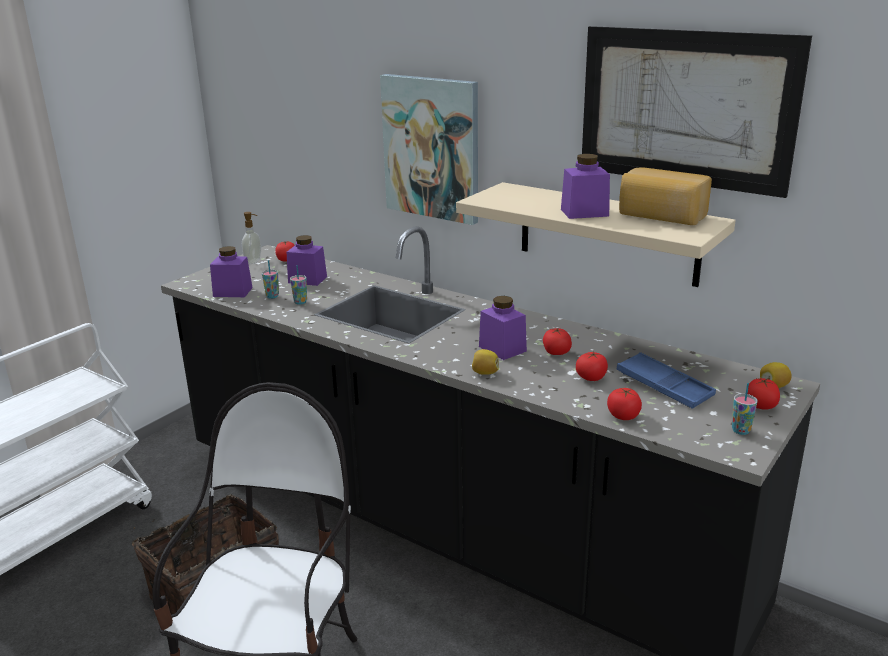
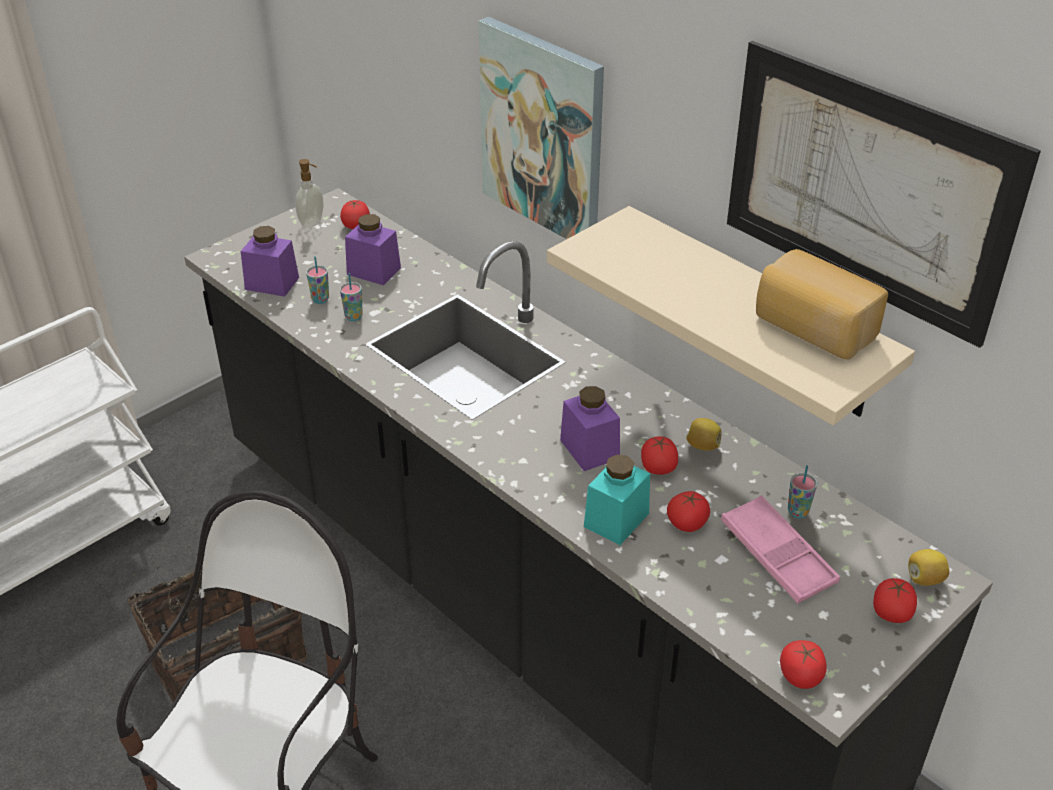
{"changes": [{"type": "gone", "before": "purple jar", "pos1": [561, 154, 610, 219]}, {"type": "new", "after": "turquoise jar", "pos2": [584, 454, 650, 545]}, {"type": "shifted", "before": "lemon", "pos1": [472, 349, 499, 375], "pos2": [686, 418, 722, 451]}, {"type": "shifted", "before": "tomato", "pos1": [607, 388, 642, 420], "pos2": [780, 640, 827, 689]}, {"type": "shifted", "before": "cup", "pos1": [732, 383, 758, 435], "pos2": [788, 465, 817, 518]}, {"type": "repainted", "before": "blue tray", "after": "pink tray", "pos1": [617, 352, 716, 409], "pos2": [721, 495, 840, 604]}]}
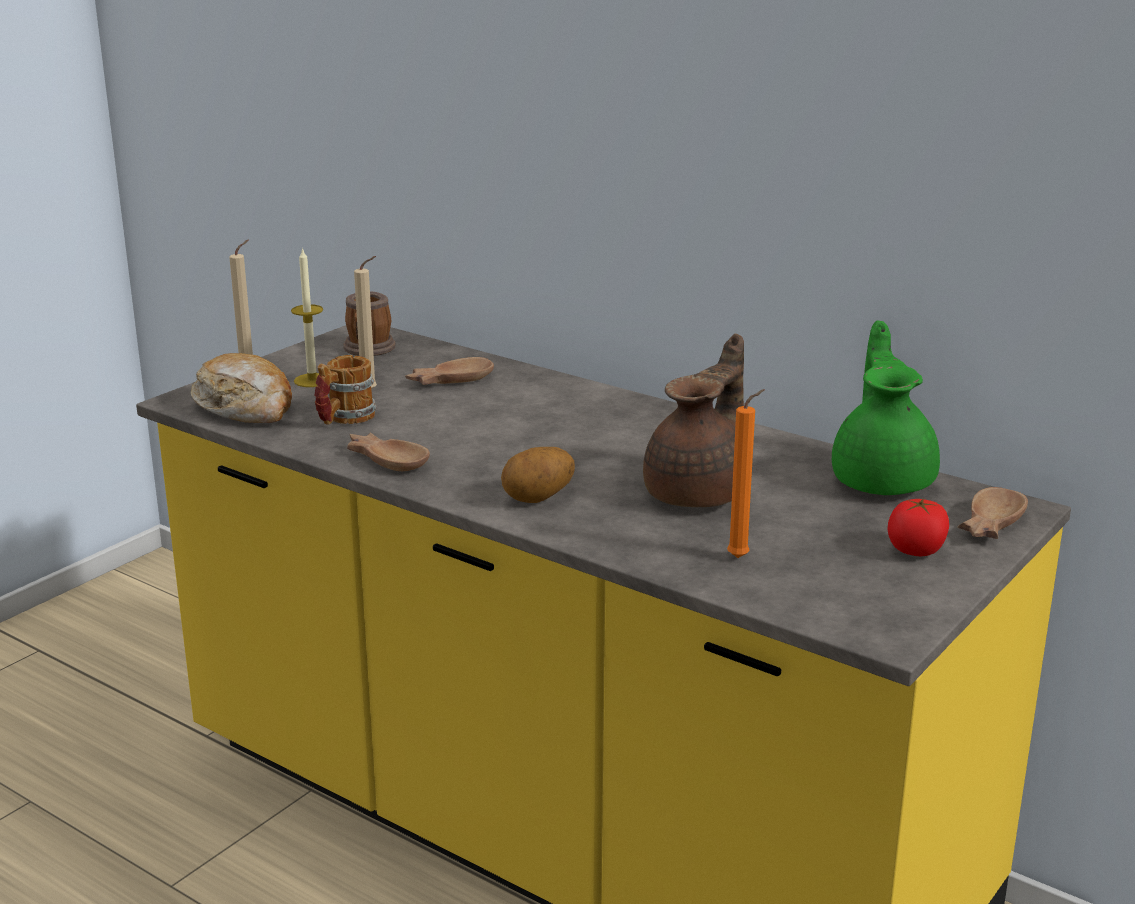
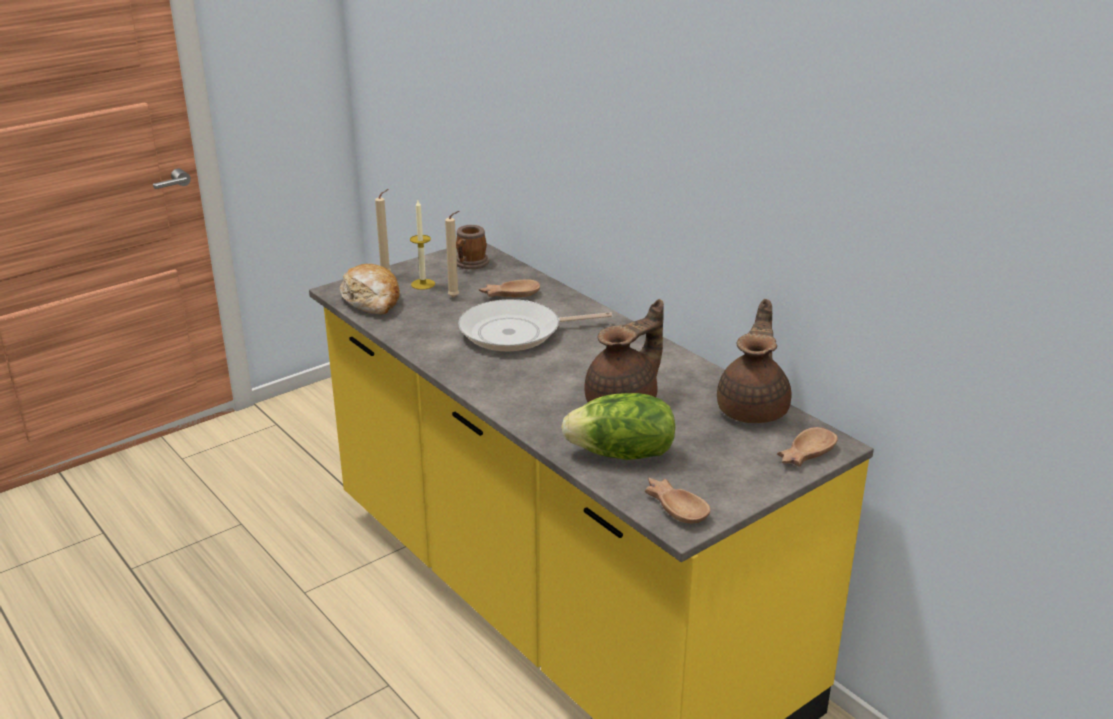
{"changes": [{"type": "gone", "before": "mug", "pos1": [314, 355, 377, 425]}, {"type": "gone", "before": "potato", "pos1": [501, 447, 575, 503]}, {"type": "gone", "before": "tomato", "pos1": [888, 498, 949, 556]}, {"type": "new", "after": "frying pan", "pos2": [458, 299, 612, 351]}, {"type": "shifted", "before": "brown bowl", "pos1": [347, 433, 430, 471], "pos2": [645, 478, 711, 523]}, {"type": "swapped", "before": "orange candle", "after": "lettuce", "pos1": [727, 389, 764, 558], "pos2": [561, 393, 675, 460]}, {"type": "repainted", "before": "green teapot", "after": "brown teapot", "pos1": [832, 320, 940, 495], "pos2": [717, 299, 791, 423]}]}
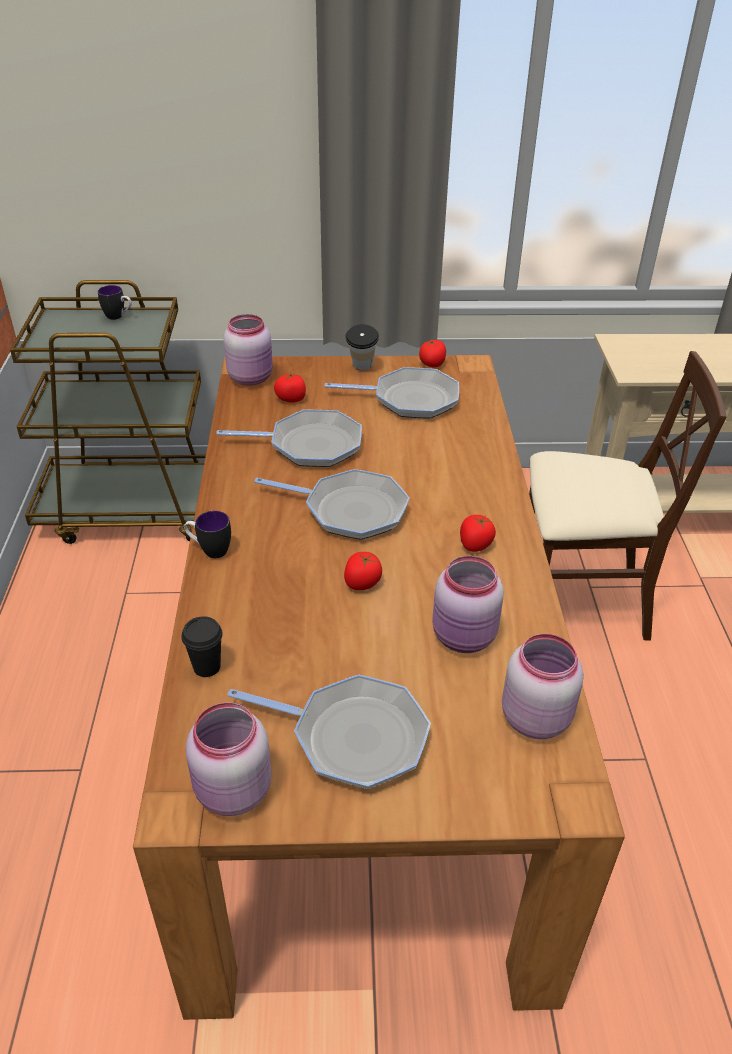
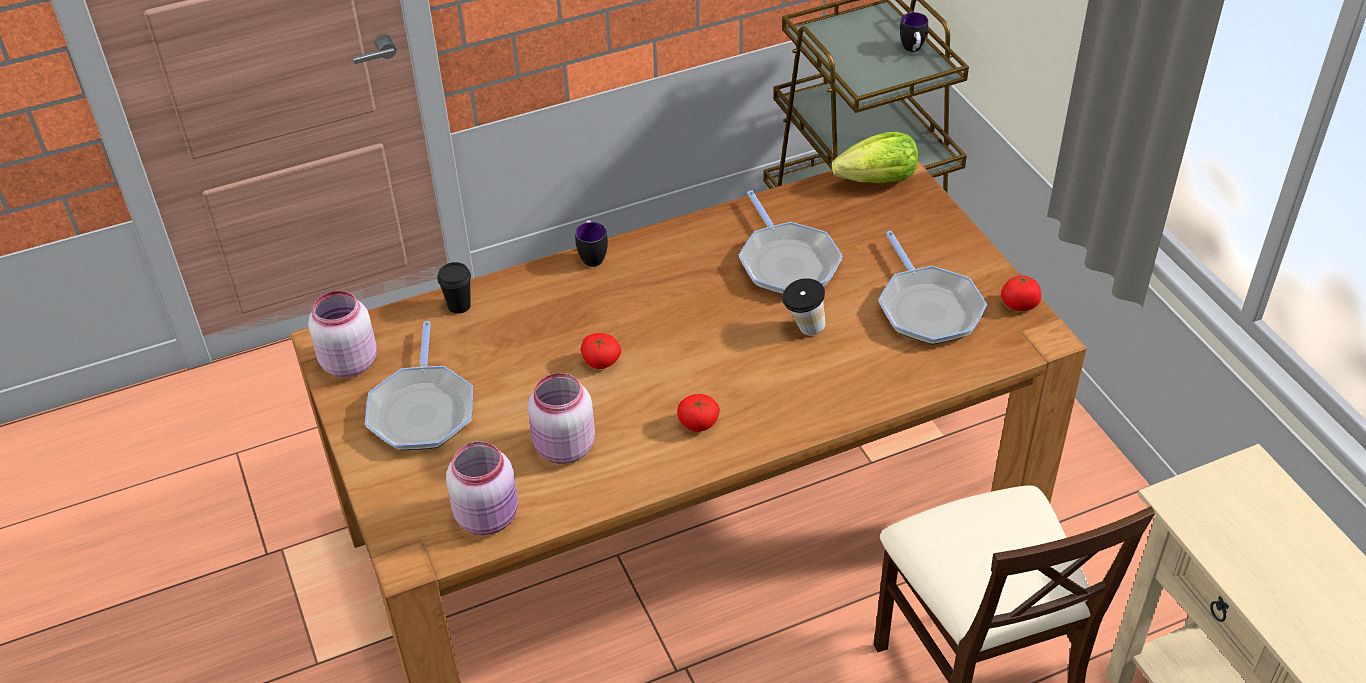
{"changes": [{"type": "gone", "before": "frying pan", "pos1": [254, 469, 409, 540]}, {"type": "gone", "before": "tomato", "pos1": [274, 372, 306, 402]}, {"type": "shifted", "before": "cup", "pos1": [345, 324, 379, 370], "pos2": [782, 278, 825, 336]}, {"type": "swapped", "before": "pink jar", "after": "lettuce", "pos1": [223, 314, 273, 386], "pos2": [832, 132, 918, 184]}]}
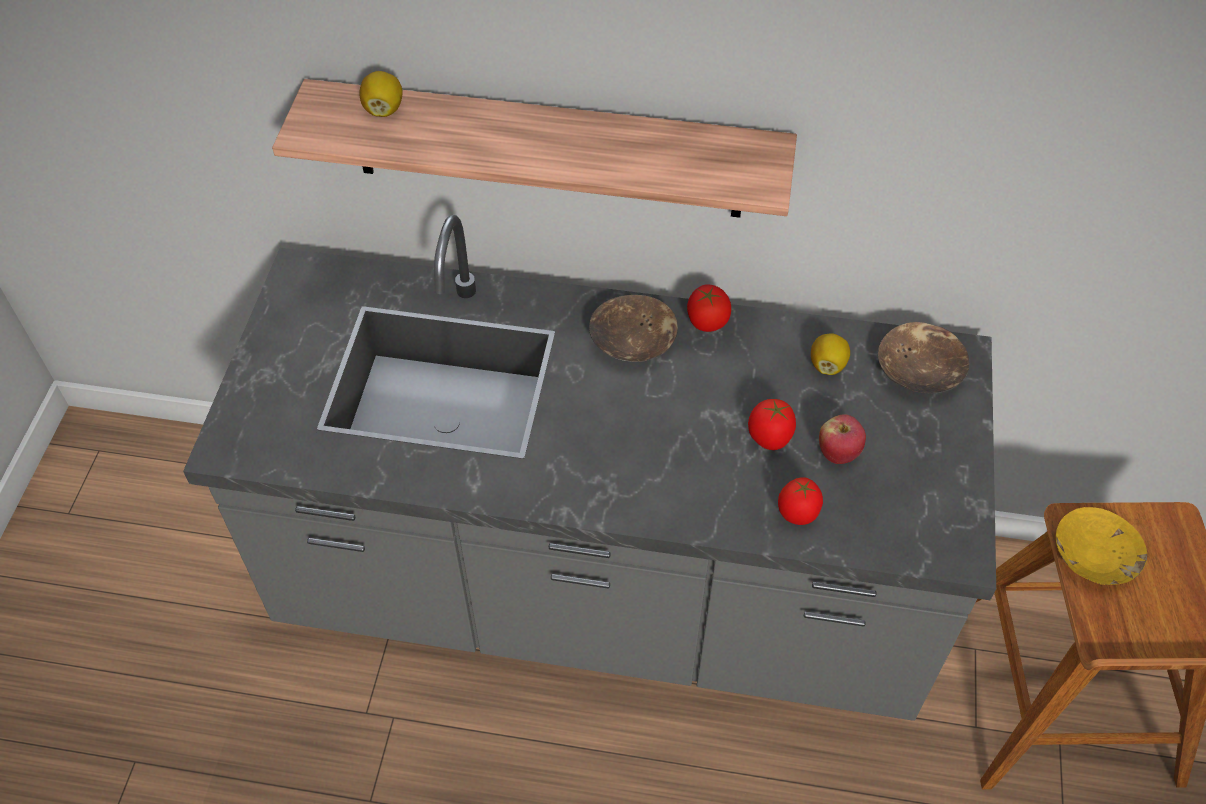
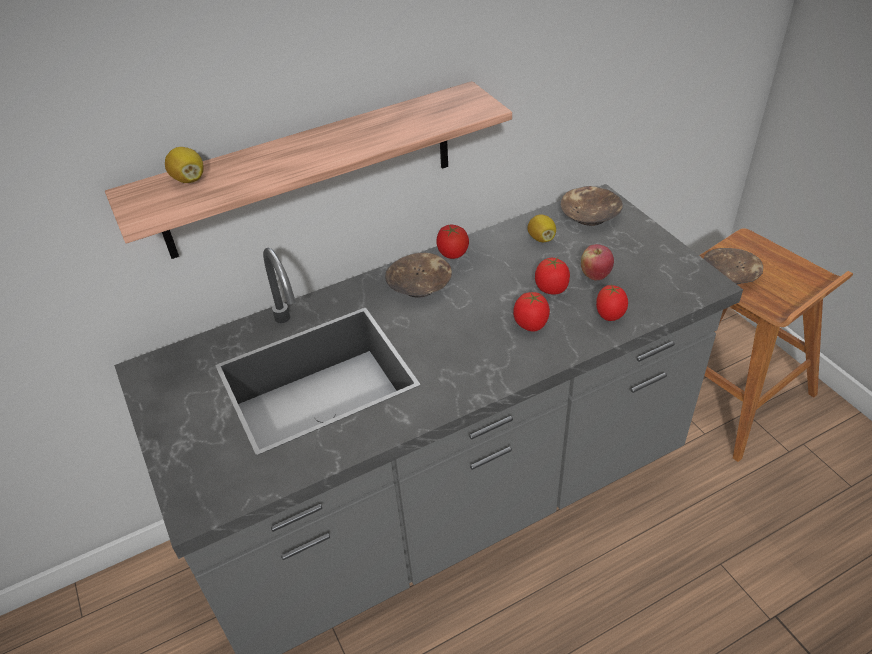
{"changes": [{"type": "new", "after": "tomato", "pos2": [513, 292, 550, 331]}, {"type": "repainted", "before": "yellow bowl", "after": "brown bowl", "pos1": [1056, 507, 1147, 585], "pos2": [704, 248, 763, 285]}]}
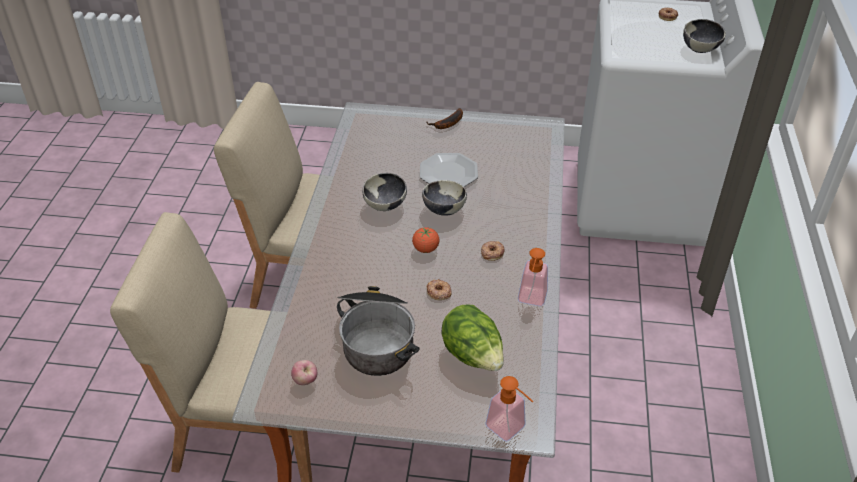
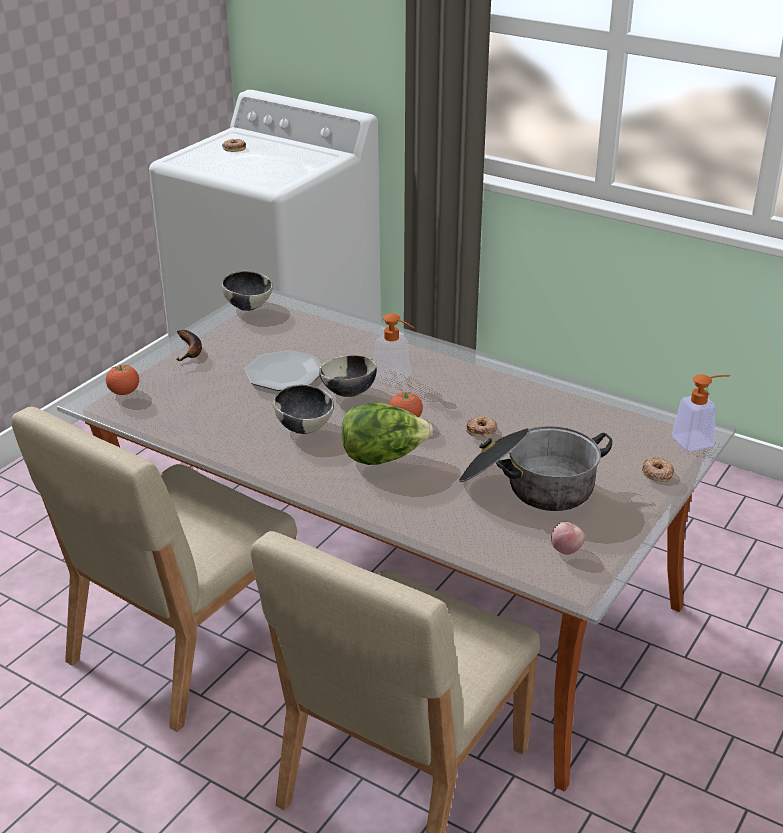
{"changes": [{"type": "new", "after": "tomato", "pos2": [106, 365, 139, 395]}, {"type": "shifted", "before": "lettuce", "pos1": [441, 305, 504, 371], "pos2": [342, 403, 433, 465]}, {"type": "shifted", "before": "donut", "pos1": [481, 241, 505, 261], "pos2": [642, 457, 674, 482]}, {"type": "shifted", "before": "soap dispenser", "pos1": [518, 248, 548, 306], "pos2": [374, 313, 415, 385]}, {"type": "shifted", "before": "bowl", "pos1": [683, 19, 726, 53], "pos2": [222, 271, 273, 311]}]}
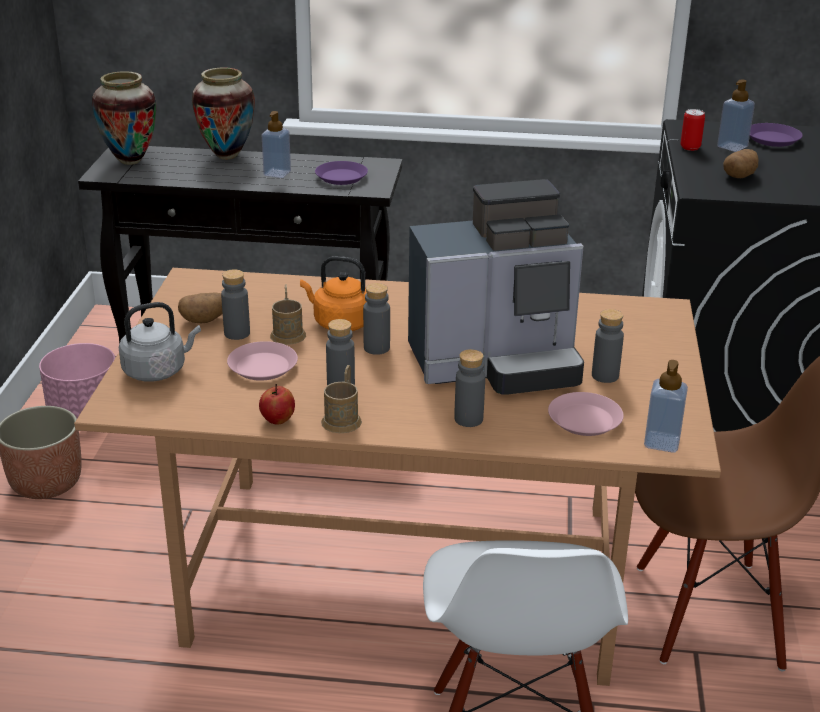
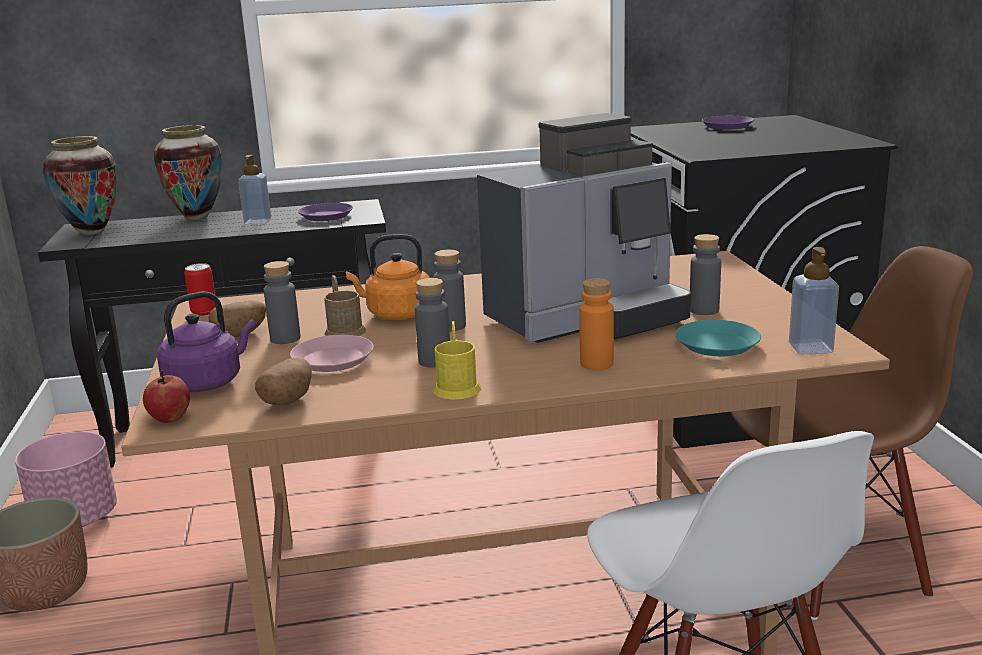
{"changes": [{"type": "gone", "before": "soap dispenser", "pos1": [717, 80, 755, 152]}, {"type": "shifted", "before": "apple", "pos1": [259, 384, 295, 425], "pos2": [143, 370, 190, 423]}, {"type": "shifted", "before": "can", "pos1": [680, 109, 705, 151], "pos2": [184, 263, 216, 316]}, {"type": "shifted", "before": "potato", "pos1": [723, 149, 758, 178], "pos2": [255, 358, 312, 405]}, {"type": "repainted", "before": "grey kettle", "after": "purple kettle", "pos1": [119, 302, 201, 382], "pos2": [157, 291, 255, 392]}, {"type": "repainted", "before": "brown mug", "after": "yellow mug", "pos1": [321, 365, 362, 433], "pos2": [433, 321, 481, 400]}, {"type": "repainted", "before": "grey bottle", "after": "orange bottle", "pos1": [454, 349, 485, 427], "pos2": [579, 278, 614, 370]}, {"type": "repainted", "before": "pink plate", "after": "turquoise plate", "pos1": [548, 392, 624, 436], "pos2": [675, 320, 761, 356]}]}
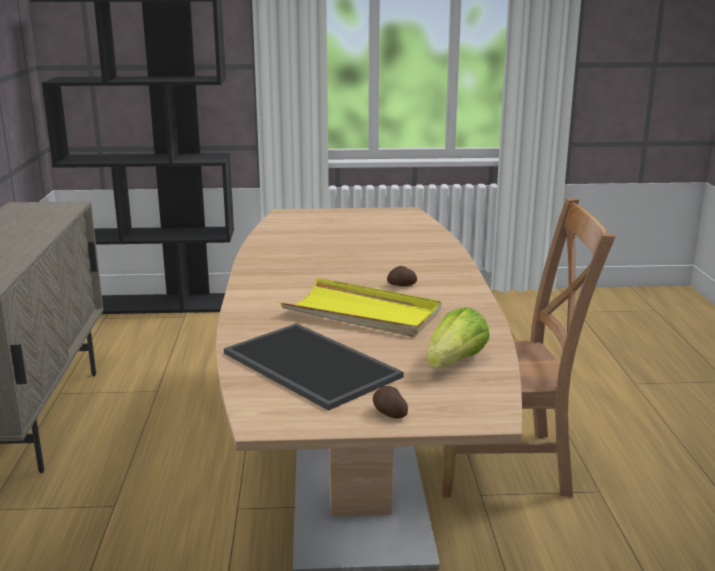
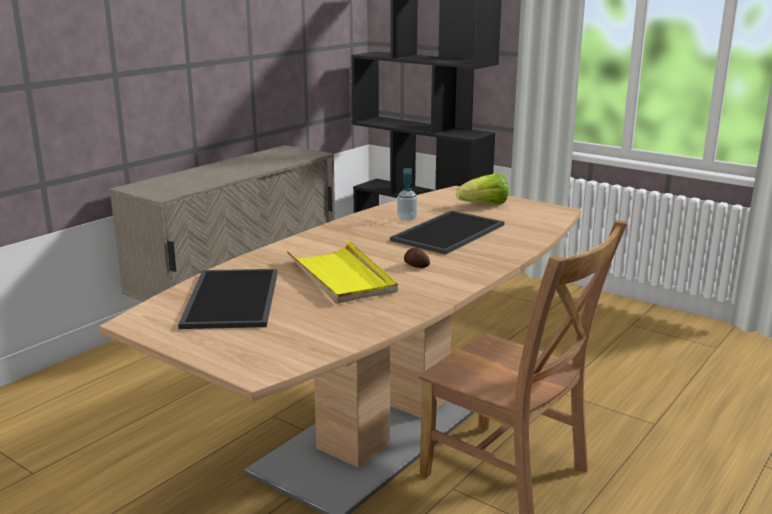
{"changes": [{"type": "gone", "before": "potato", "pos1": [373, 386, 408, 418]}, {"type": "new", "after": "tray", "pos2": [390, 210, 504, 255]}, {"type": "new", "after": "soap dispenser", "pos2": [397, 168, 418, 221]}, {"type": "shifted", "before": "lettuce", "pos1": [427, 307, 490, 368], "pos2": [456, 173, 509, 204]}]}
